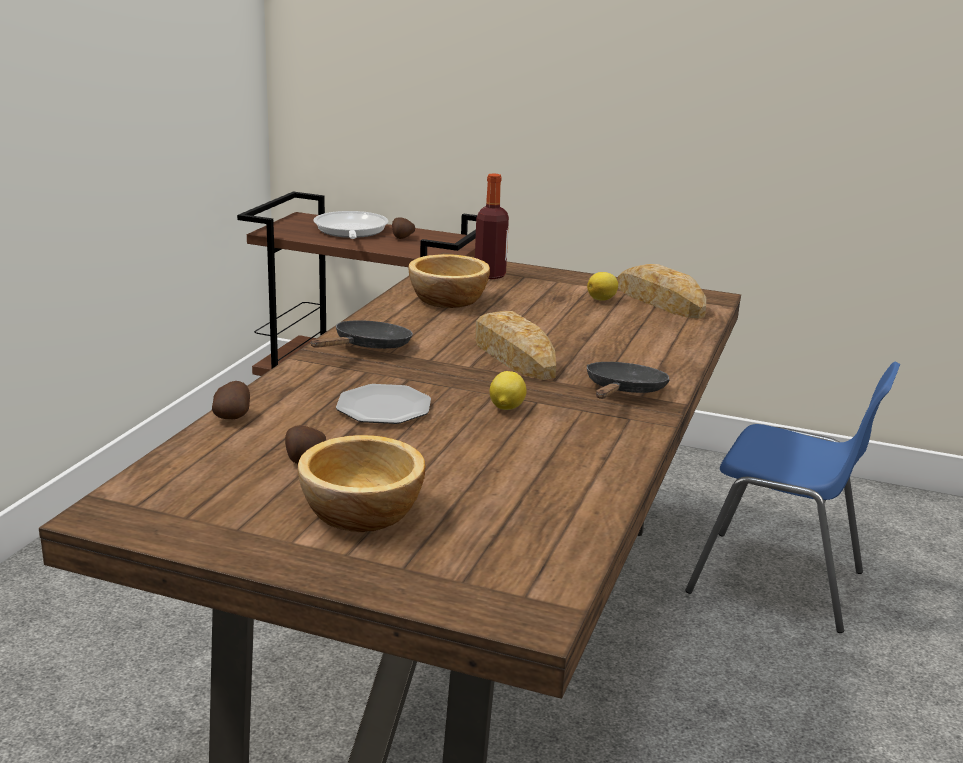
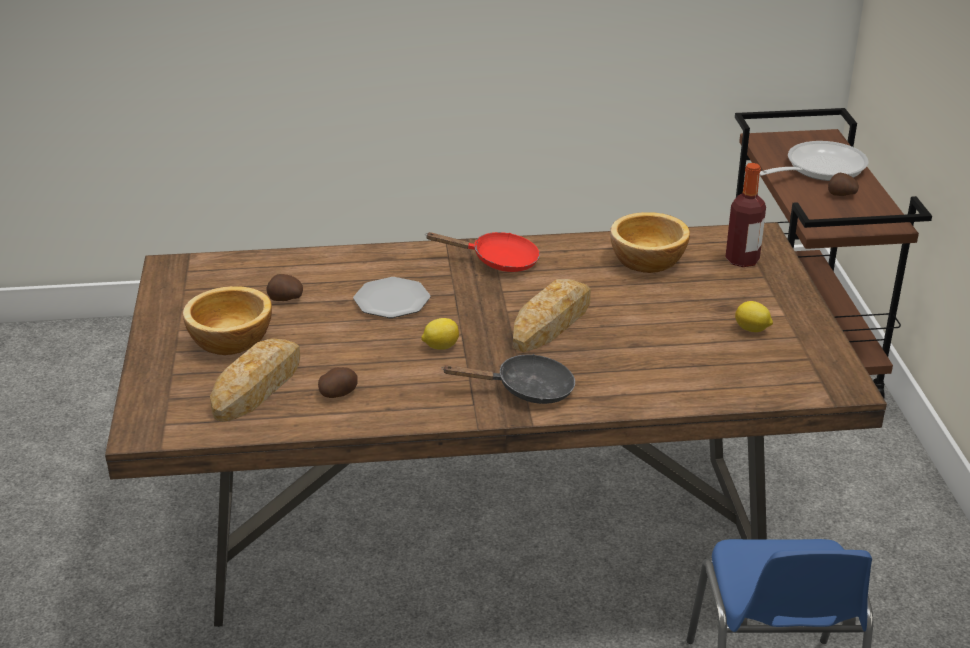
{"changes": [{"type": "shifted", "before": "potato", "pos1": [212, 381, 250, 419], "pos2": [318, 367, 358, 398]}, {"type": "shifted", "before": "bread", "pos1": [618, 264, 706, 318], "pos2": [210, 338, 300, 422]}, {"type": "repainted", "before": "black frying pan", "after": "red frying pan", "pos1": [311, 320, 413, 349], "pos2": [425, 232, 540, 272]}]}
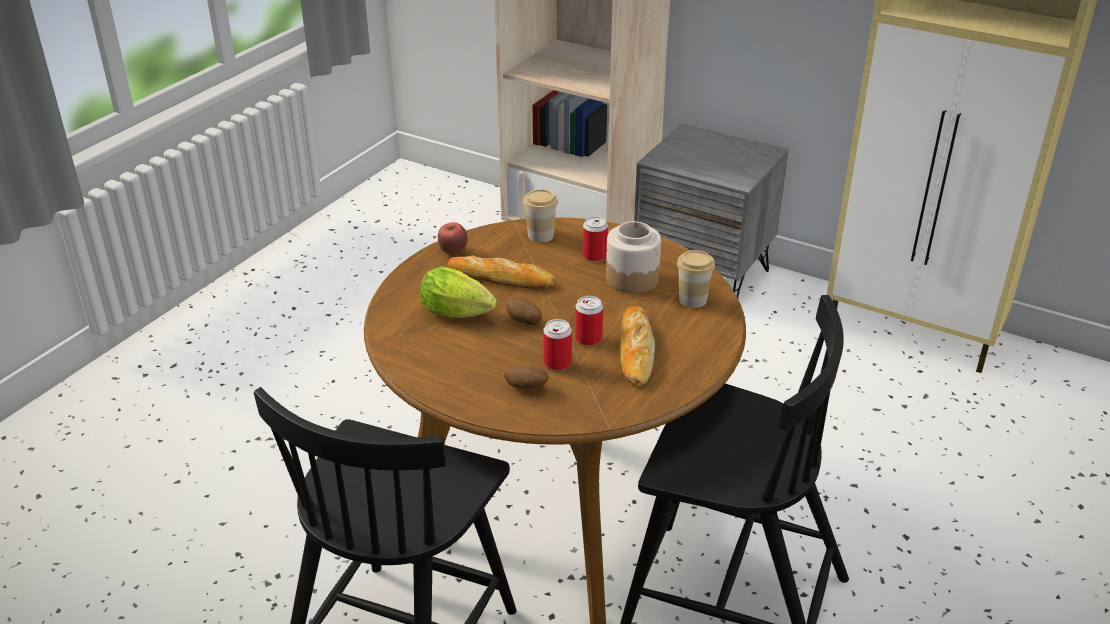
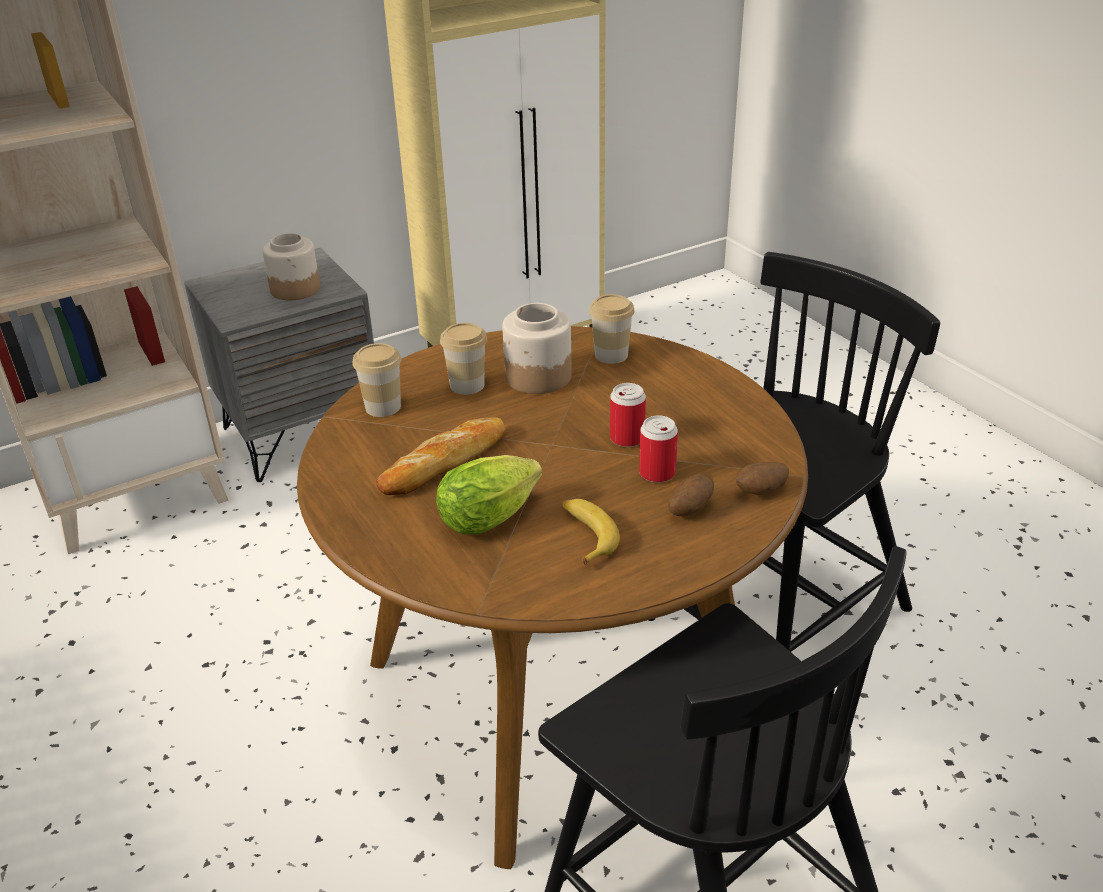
{"changes": [{"type": "gone", "before": "apple", "pos1": [438, 222, 468, 255]}, {"type": "gone", "before": "bread", "pos1": [620, 305, 655, 386]}, {"type": "new", "after": "jar", "pos2": [262, 233, 320, 300]}, {"type": "new", "after": "banana", "pos2": [562, 499, 620, 565]}, {"type": "shifted", "before": "potato", "pos1": [506, 297, 542, 325], "pos2": [736, 462, 789, 495]}, {"type": "swapped", "before": "can", "after": "cup", "pos1": [583, 216, 608, 262], "pos2": [440, 323, 487, 395]}]}
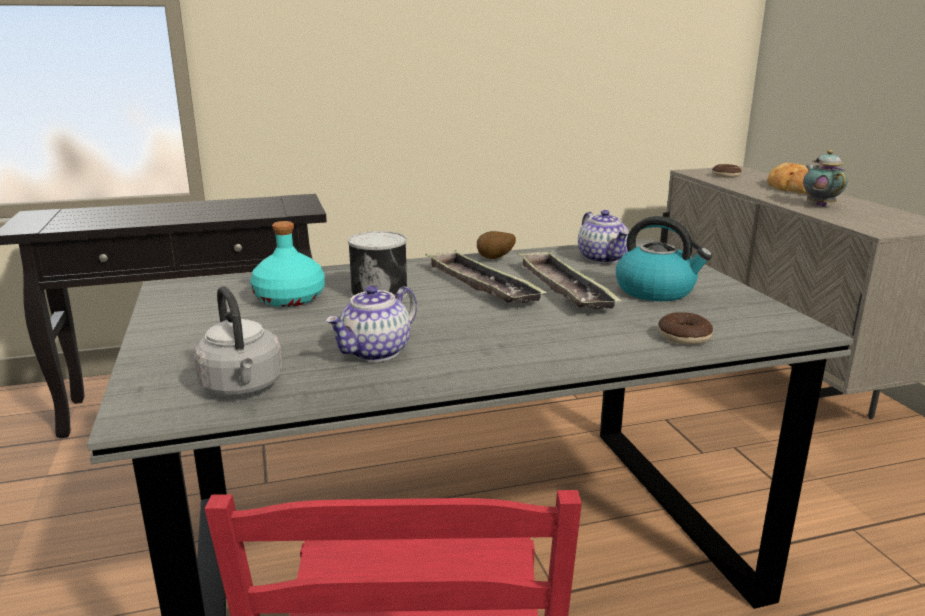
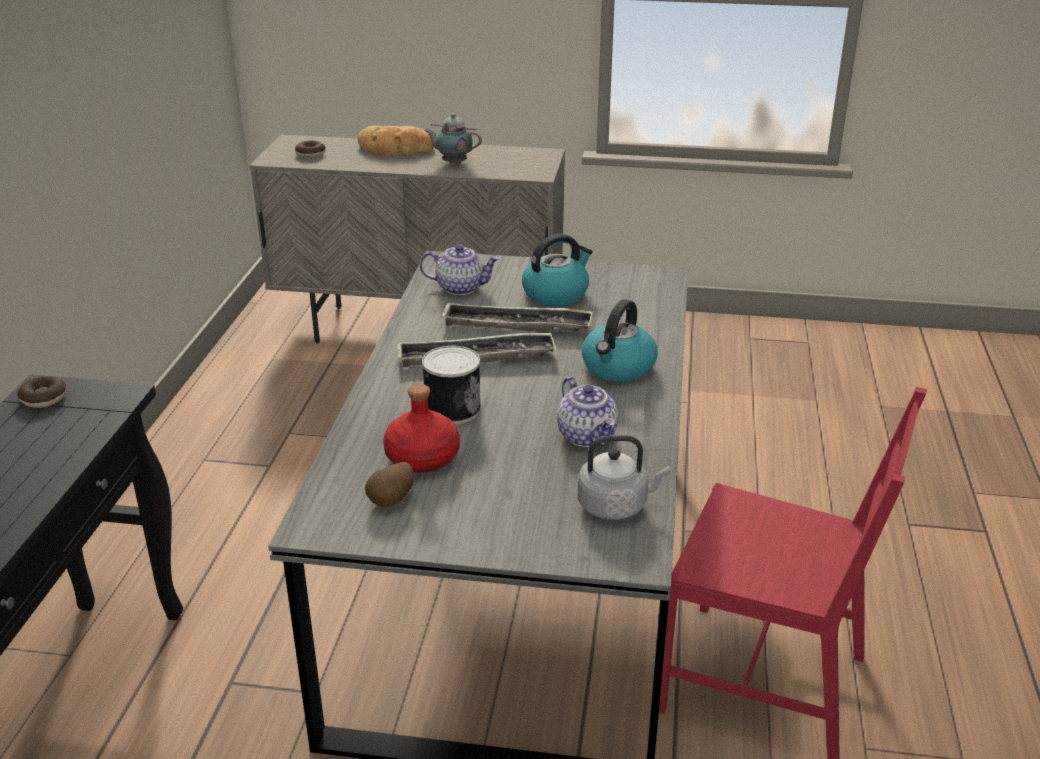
{"changes": [{"type": "new", "after": "kettle", "pos2": [582, 299, 657, 382]}, {"type": "shifted", "before": "potato", "pos1": [477, 231, 516, 259], "pos2": [365, 462, 414, 507]}, {"type": "shifted", "before": "donut", "pos1": [658, 313, 713, 345], "pos2": [17, 376, 67, 408]}, {"type": "repainted", "before": "turquoise bottle", "after": "red bottle", "pos1": [250, 221, 325, 307], "pos2": [383, 384, 460, 472]}]}
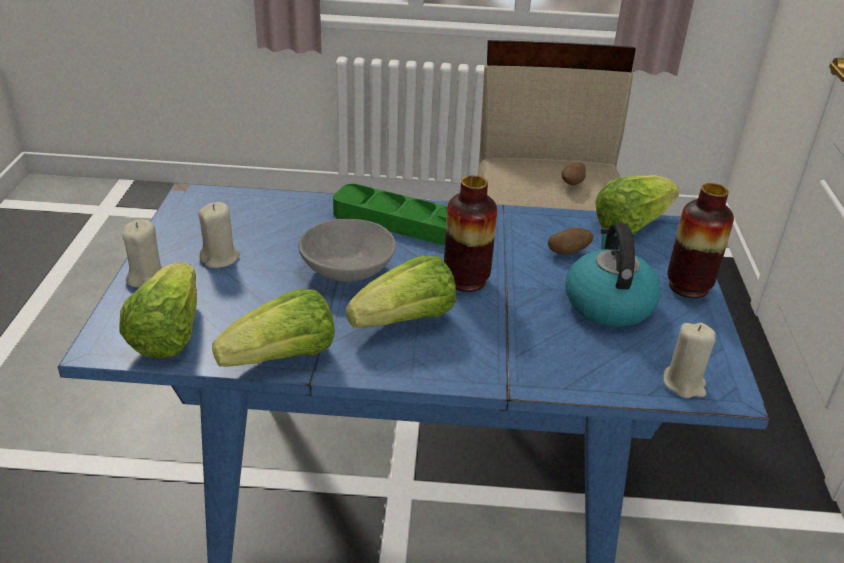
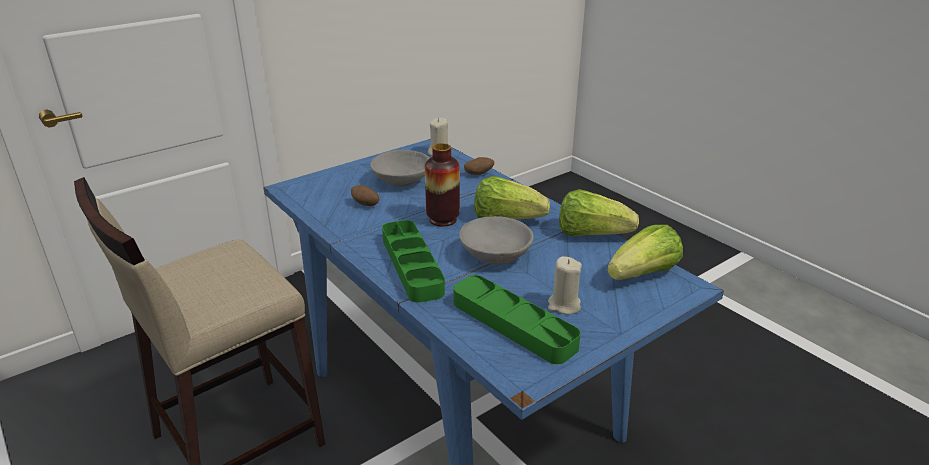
{"changes": [{"type": "gone", "before": "beige candle", "pos1": [122, 220, 163, 288]}, {"type": "gone", "before": "lettuce", "pos1": [595, 175, 679, 235]}, {"type": "gone", "before": "vase", "pos1": [667, 183, 734, 298]}, {"type": "new", "after": "green tray", "pos2": [453, 275, 581, 364]}, {"type": "shifted", "before": "potato", "pos1": [562, 162, 585, 185], "pos2": [464, 157, 494, 175]}, {"type": "swapped", "before": "kettle", "after": "grey bowl", "pos1": [566, 223, 661, 327], "pos2": [370, 150, 430, 187]}]}
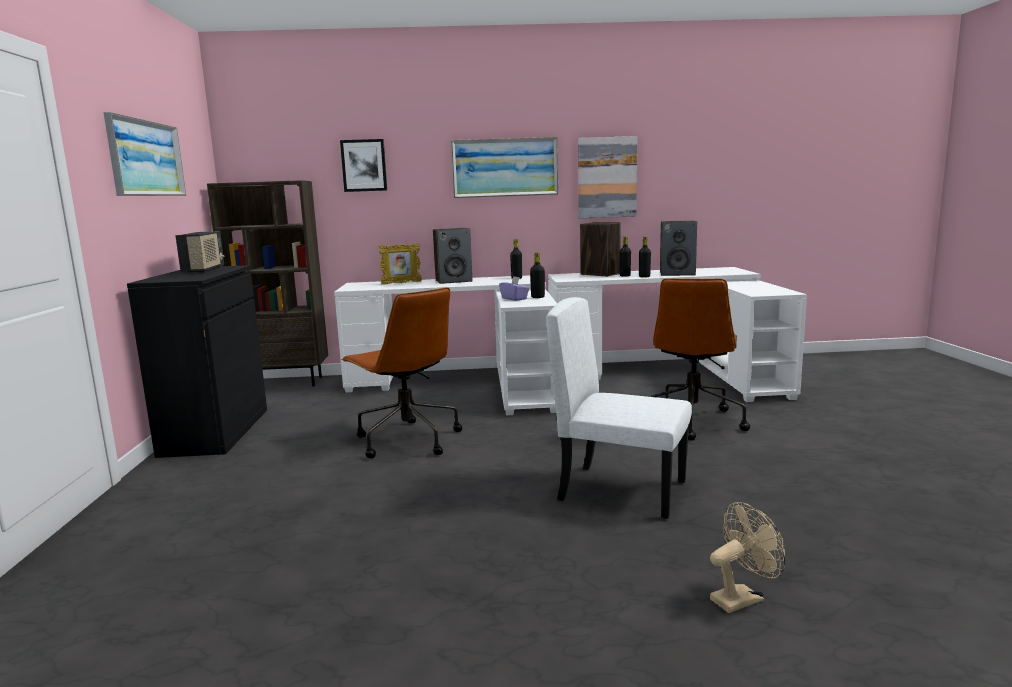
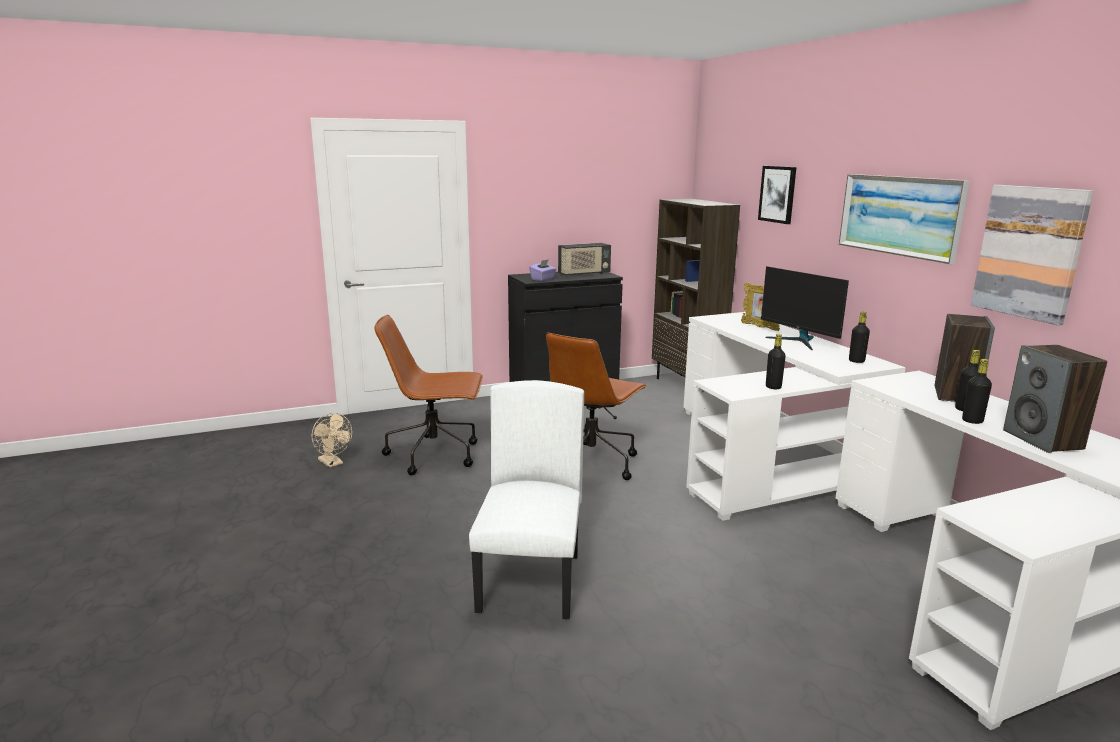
{"changes": [{"type": "gone", "before": "picture", "pos1": [103, 112, 186, 196]}, {"type": "shifted", "before": "purple tissue box", "pos1": [499, 276, 529, 301], "pos2": [529, 259, 556, 281]}, {"type": "shifted", "before": "brown office chair", "pos1": [647, 278, 750, 440], "pos2": [374, 315, 483, 475]}, {"type": "shifted", "before": "beige fan", "pos1": [710, 502, 785, 613], "pos2": [312, 413, 352, 468]}, {"type": "swapped", "before": "speaker", "after": "monitor", "pos1": [433, 228, 472, 284], "pos2": [761, 266, 849, 350]}]}
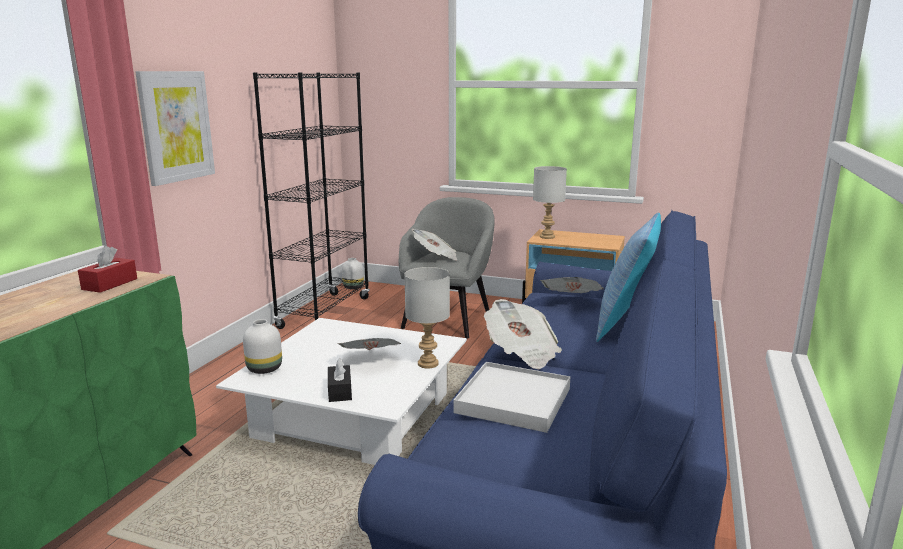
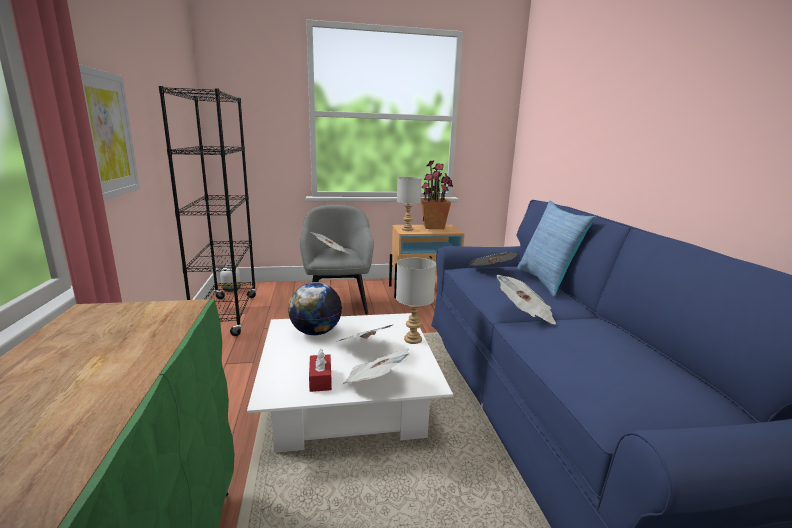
{"changes": [{"type": "gone", "before": "white vase", "pos1": [243, 319, 282, 374]}, {"type": "gone", "before": "white tray", "pos1": [453, 362, 571, 433]}, {"type": "new", "after": "globe", "pos2": [288, 282, 342, 335]}, {"type": "new", "after": "potted plant", "pos2": [421, 161, 453, 229]}, {"type": "shifted", "before": "red tissue box", "pos1": [78, 246, 137, 293], "pos2": [309, 349, 332, 392]}, {"type": "swapped", "before": "black tissue box", "after": "newspaper", "pos1": [328, 358, 352, 402], "pos2": [343, 349, 410, 384]}]}
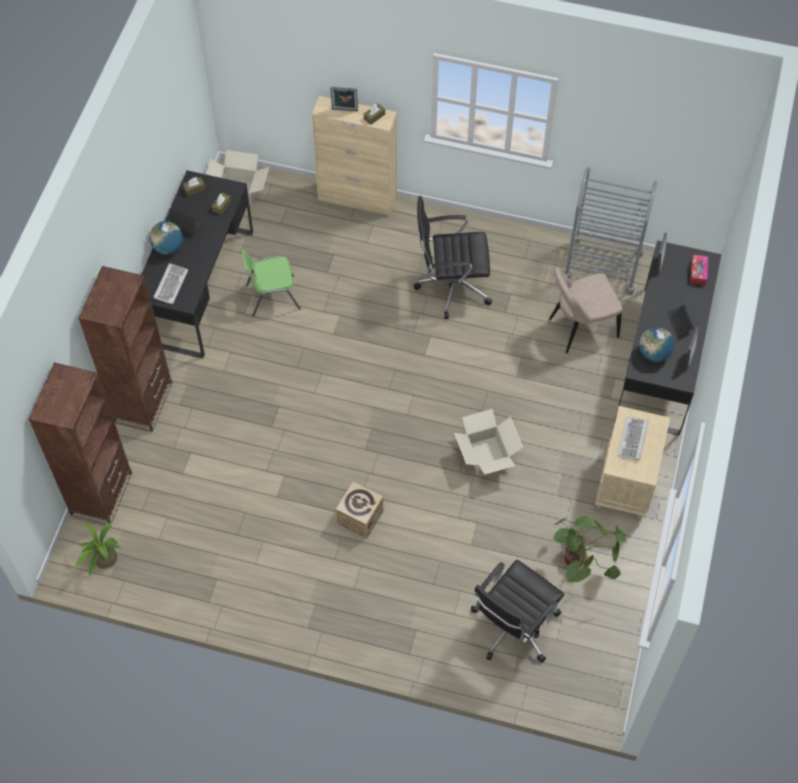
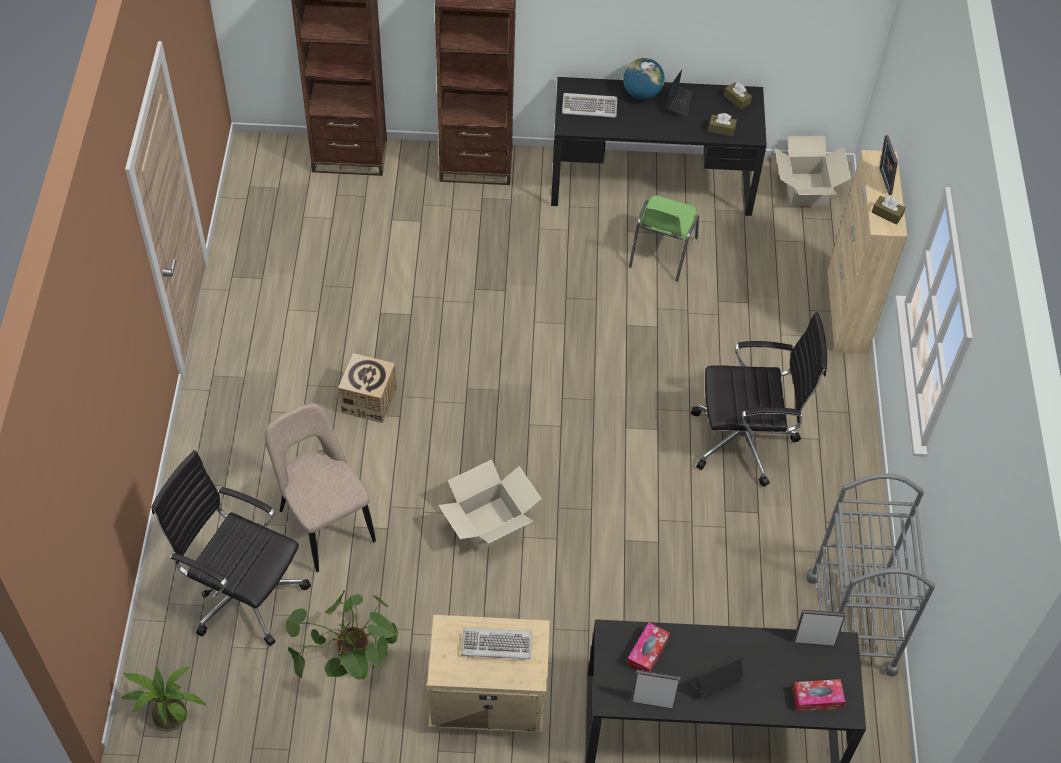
{"changes": [{"type": "shifted", "before": "potted plant", "pos1": [76, 521, 121, 576], "pos2": [121, 667, 206, 731]}, {"type": "shifted", "before": "beige chair", "pos1": [549, 267, 623, 353], "pos2": [265, 403, 376, 572]}, {"type": "swapped", "before": "globe", "after": "tissue box", "pos1": [639, 327, 674, 362], "pos2": [627, 622, 670, 672]}, {"type": "rotated", "before": "green chair", "pos1": [242, 249, 301, 317], "pos2": [629, 195, 699, 282], "turn": -135}, {"type": "rotated", "before": "black office chair", "pos1": [413, 196, 492, 319], "pos2": [691, 312, 827, 487], "turn": 105}]}
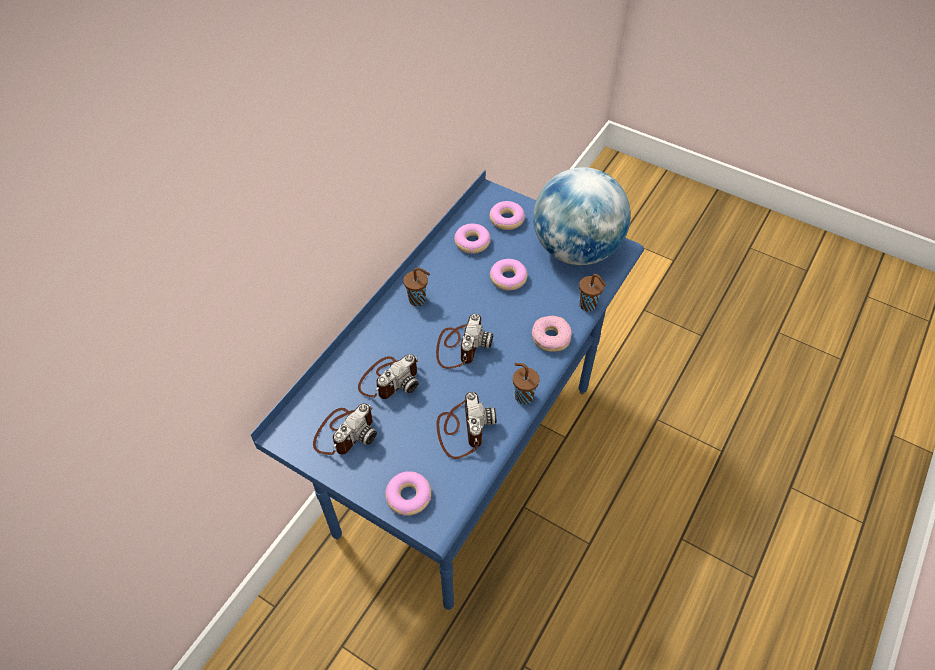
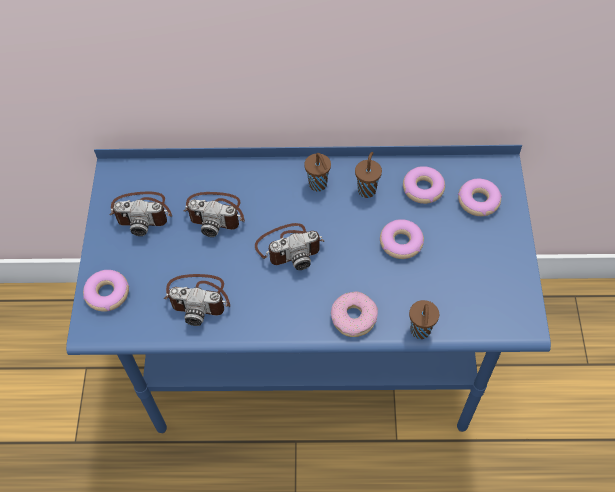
{"changes": [{"type": "gone", "before": "globe", "pos1": [533, 167, 631, 265]}, {"type": "shifted", "before": "brown cup", "pos1": [513, 363, 540, 405], "pos2": [355, 152, 382, 198]}, {"type": "rotated", "before": "photo camera", "pos1": [436, 392, 497, 459], "pos2": [164, 274, 230, 326], "turn": 45}]}
